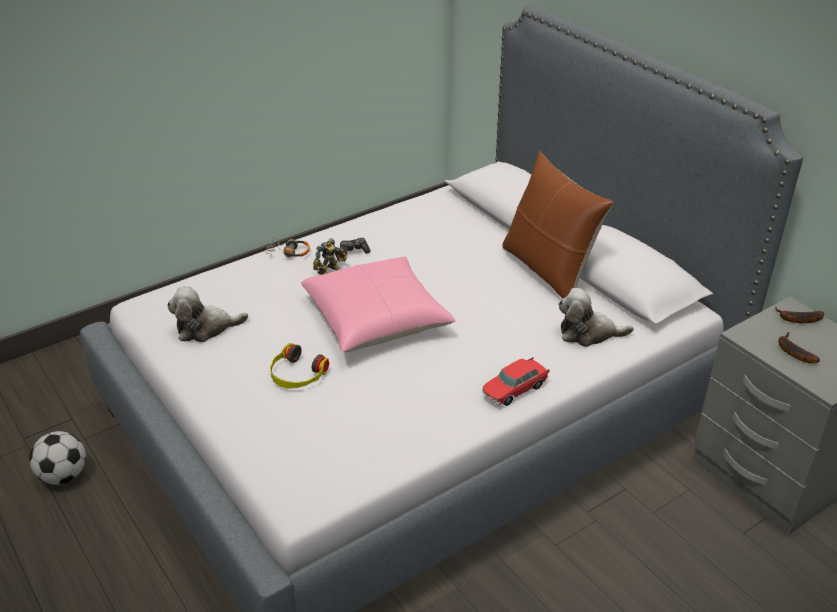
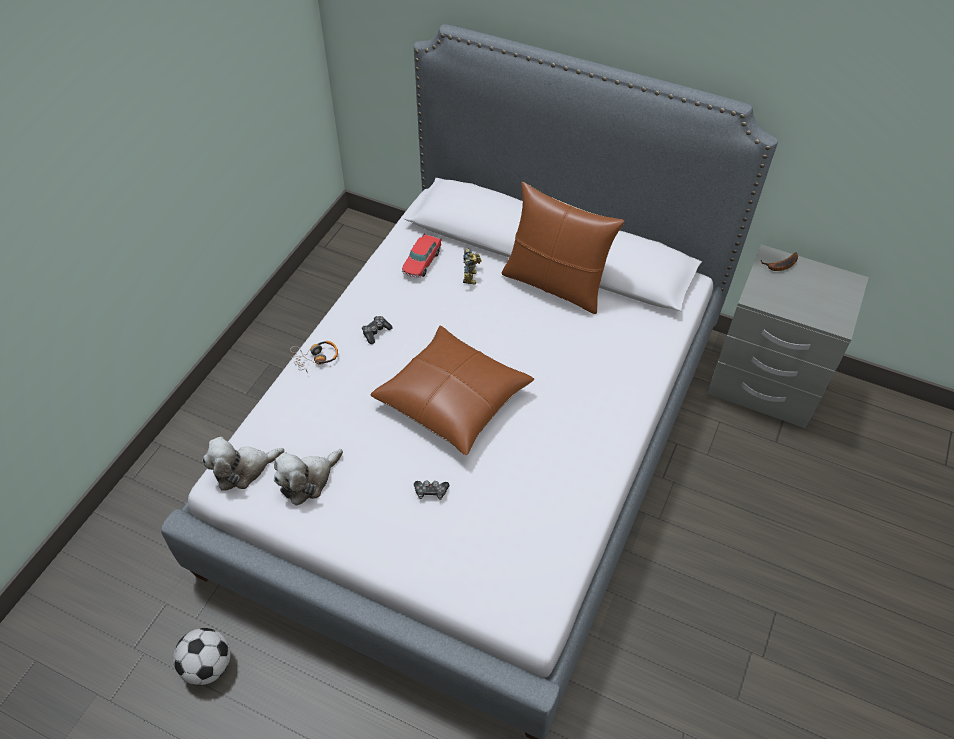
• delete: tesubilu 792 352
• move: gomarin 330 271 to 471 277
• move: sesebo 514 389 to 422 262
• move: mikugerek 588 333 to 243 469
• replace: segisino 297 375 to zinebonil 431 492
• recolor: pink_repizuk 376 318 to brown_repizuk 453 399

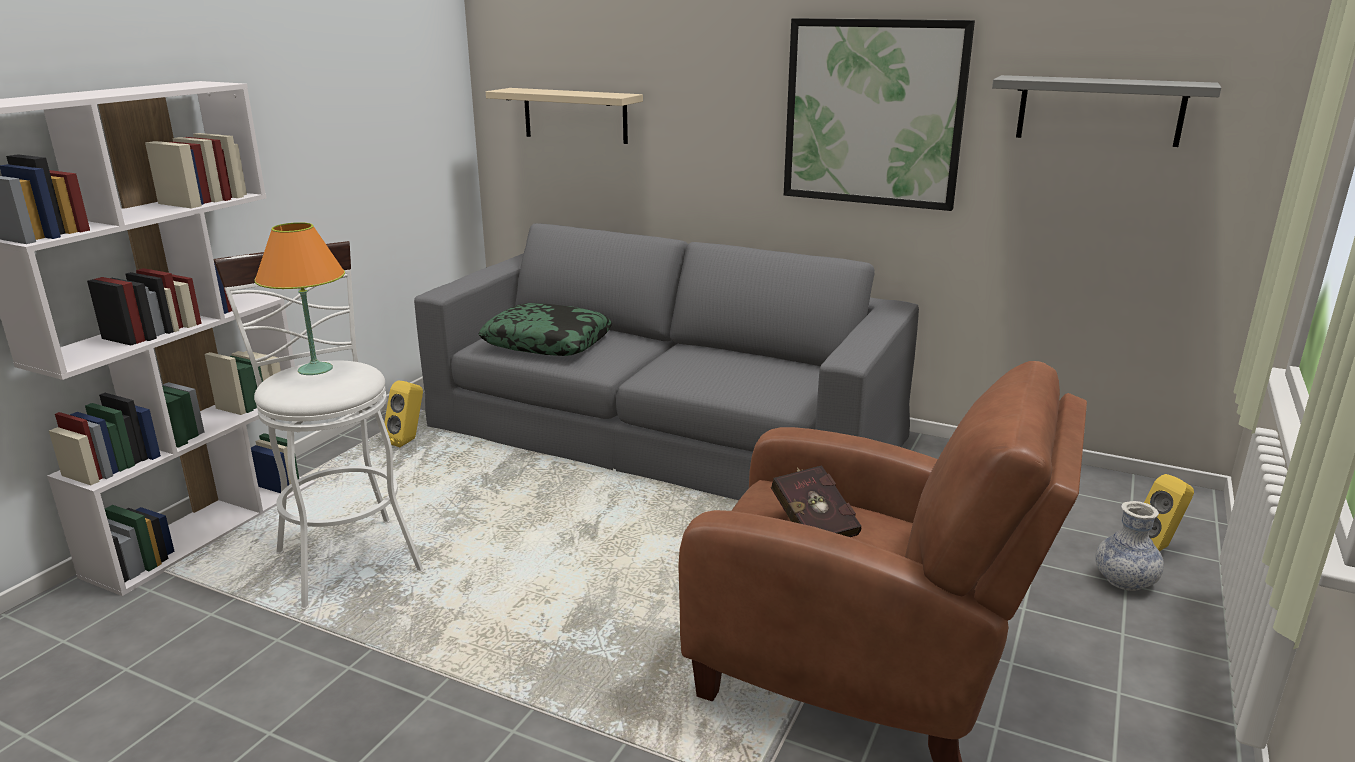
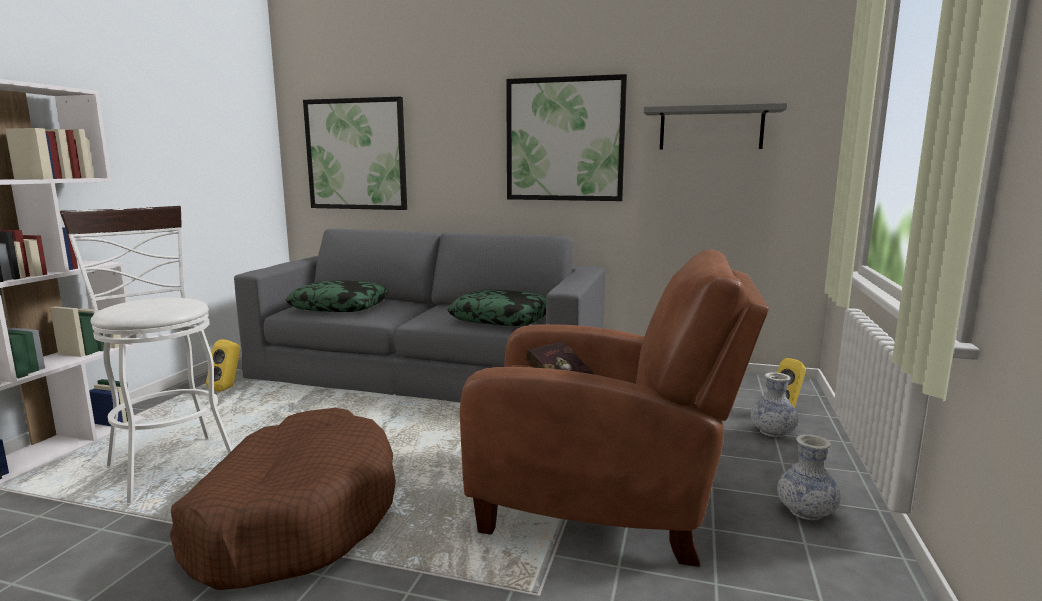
• delete: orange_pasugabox 316 369
• insert: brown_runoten 294 517
• insert: repizuk 501 318
• insert: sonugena 805 511
• replace: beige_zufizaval 575 115 to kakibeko 356 154

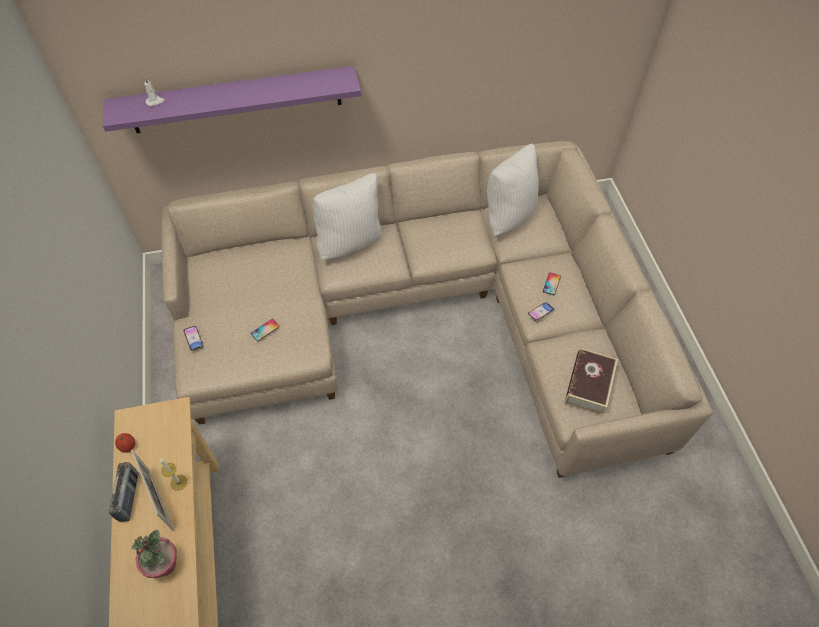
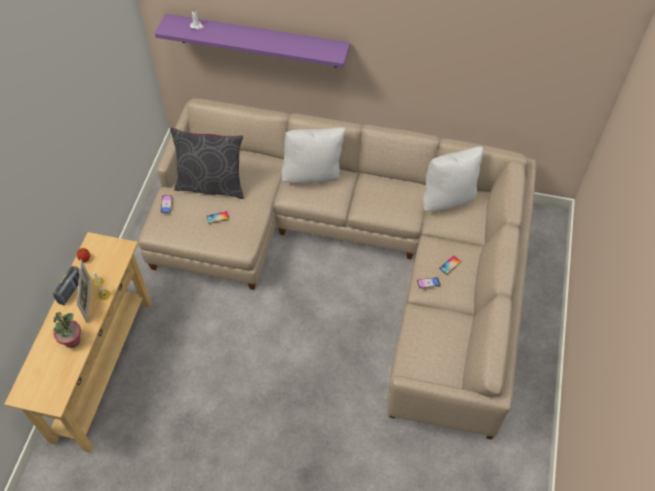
• delete: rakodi 589 385
• insert: grey_repizuk 211 185

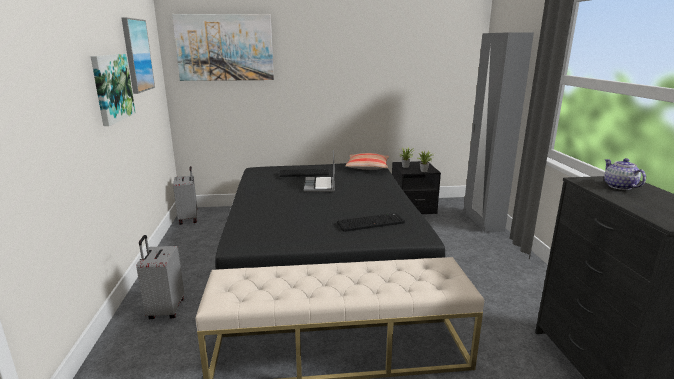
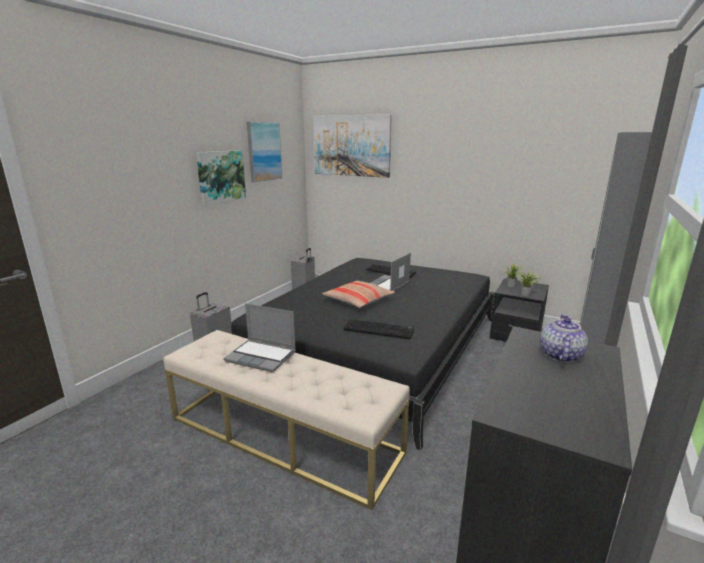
• insert: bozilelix 262 356
• move: repizuk 367 167 to 358 300

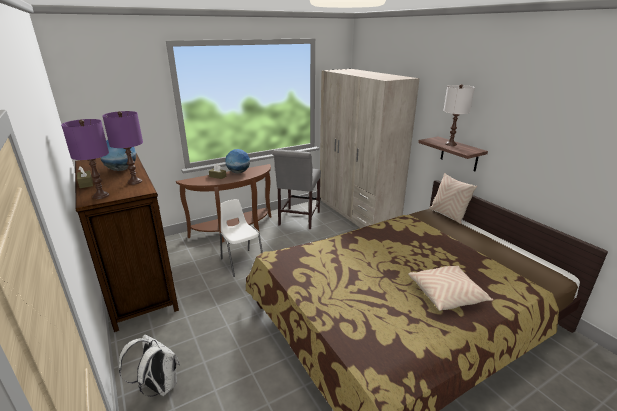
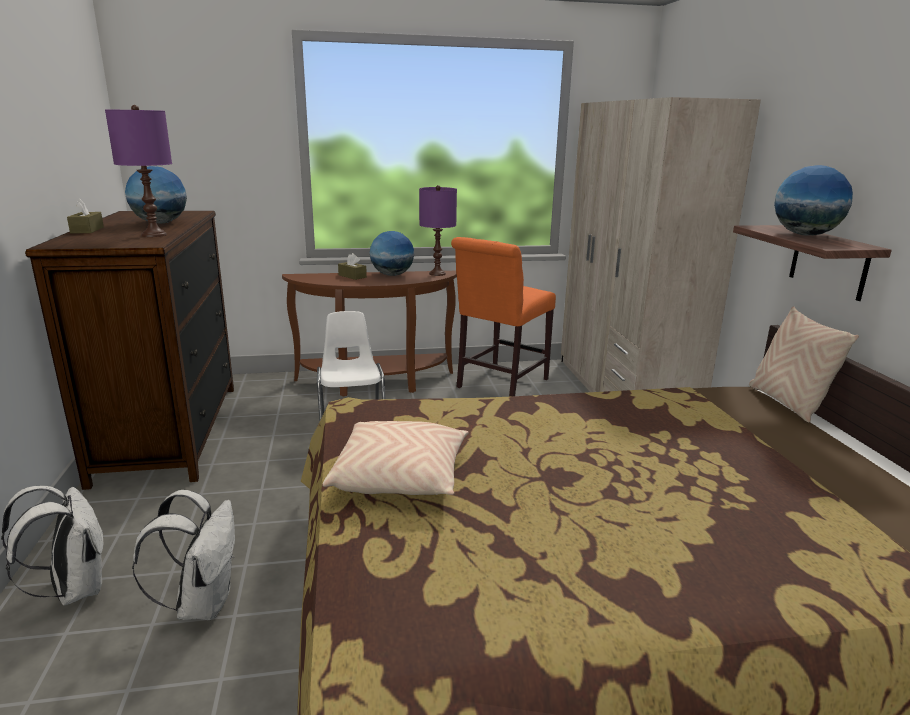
• insert: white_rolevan 203 602
• move: purple_pasugabox 101 196 to 437 273
• move: beige_repizuk 447 295 to 400 477
• replace: white_pasugabox 451 144 to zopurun 805 235
• recolor: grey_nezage 298 219 to orange_nezage 499 384

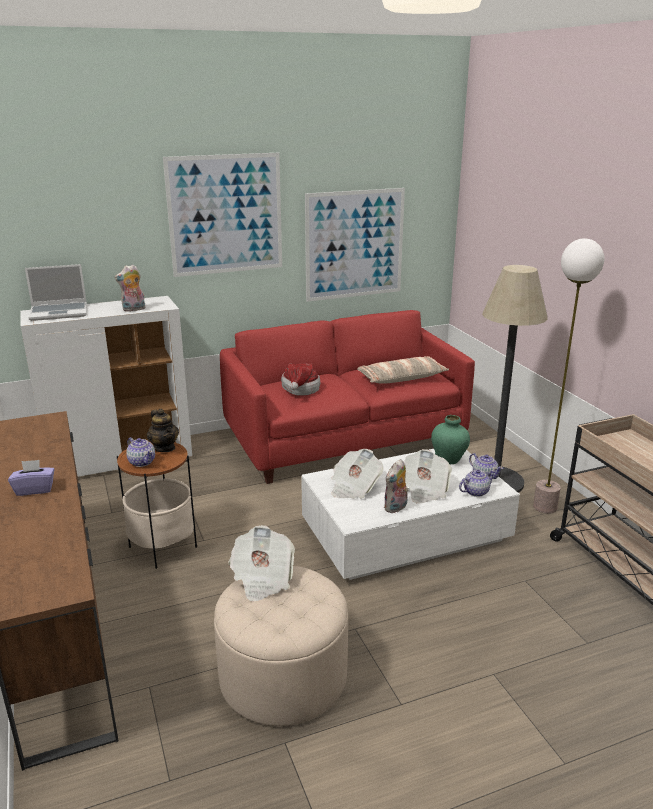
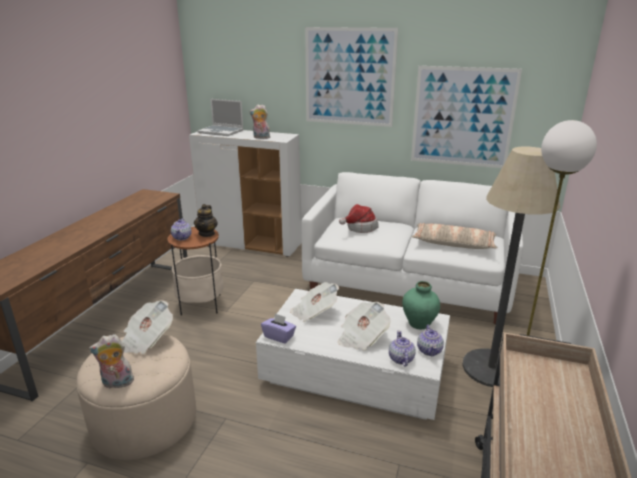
• move: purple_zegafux 35 489 to 279 336
• move: mikugerek 396 508 to 117 383
• recolor: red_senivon 344 438 to white_senivon 408 282
• rotate: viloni 475 492 = 401 359 105 degrees counterclockwise

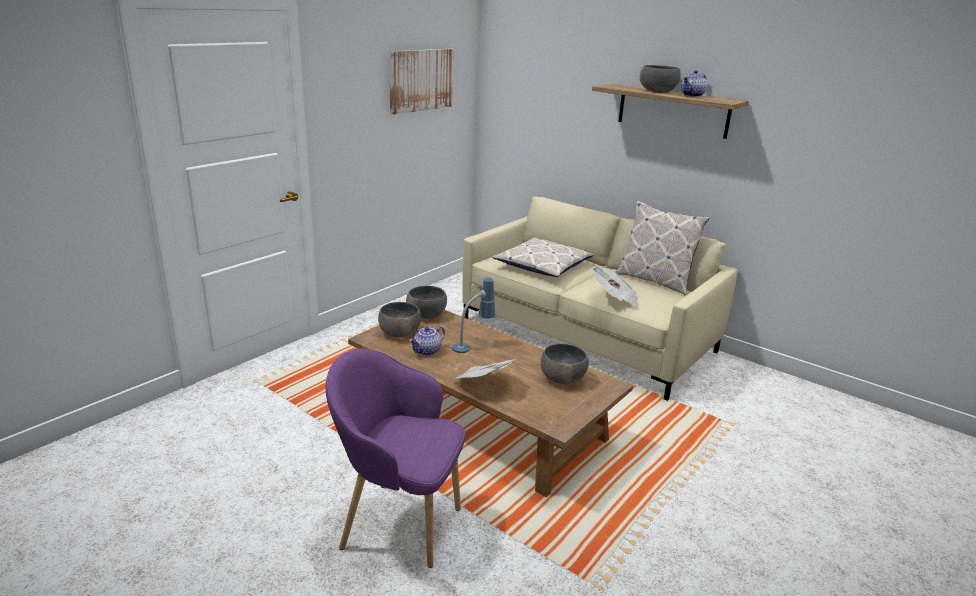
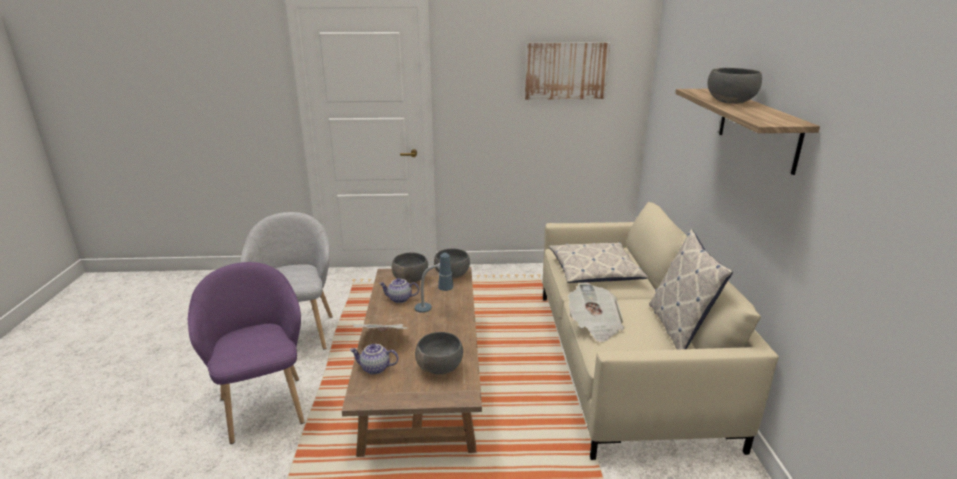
• insert: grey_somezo 299 333
• move: viloni 692 96 to 374 369

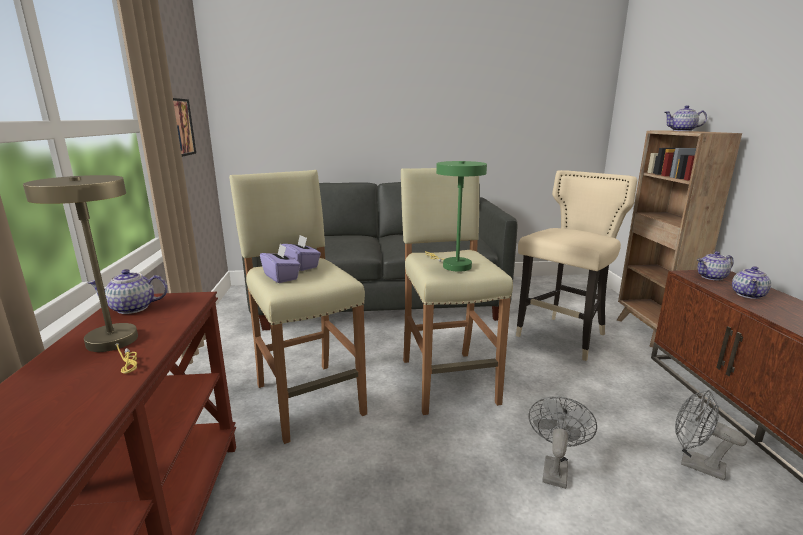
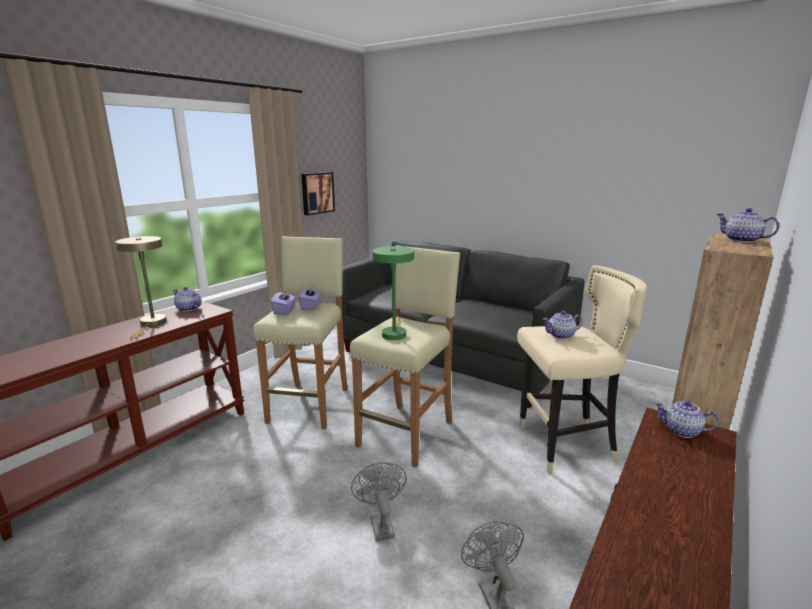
• move: viloni 748 294 to 561 335
• rotate: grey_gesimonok 555 468 = 380 524 75 degrees counterclockwise

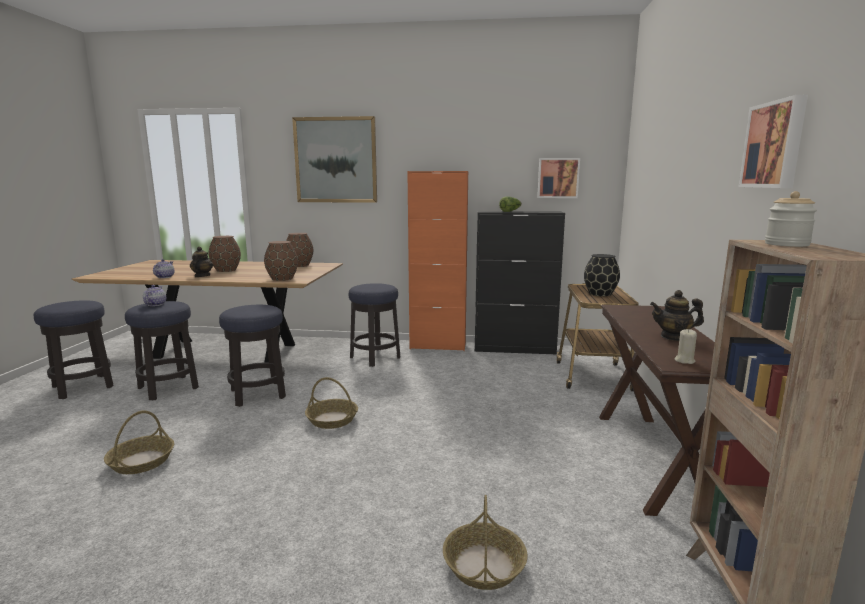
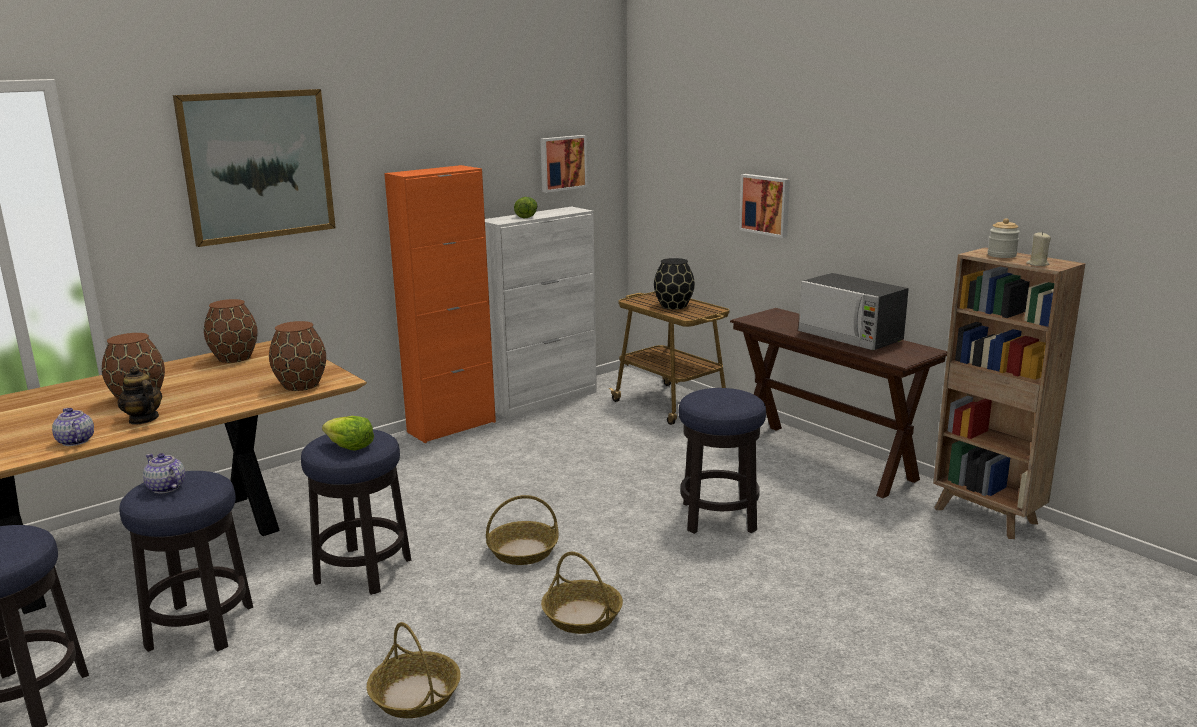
• insert: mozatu 350 447
• move: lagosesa 375 358 to 719 517
• move: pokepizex 484 565 to 582 616
• move: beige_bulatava 684 360 to 1037 264
• move: kakibeko 775 145 to 766 205
• replace: viloni 673 337 to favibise 850 337
• recolor: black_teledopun 515 349 to white_teledopun 544 400

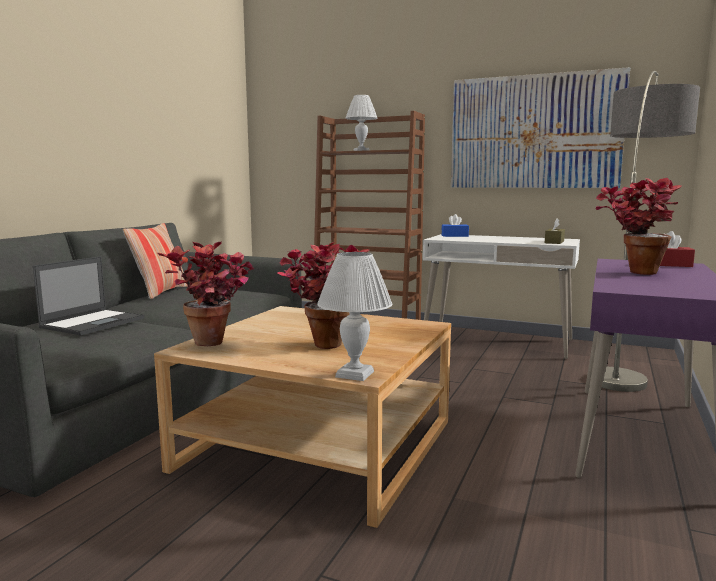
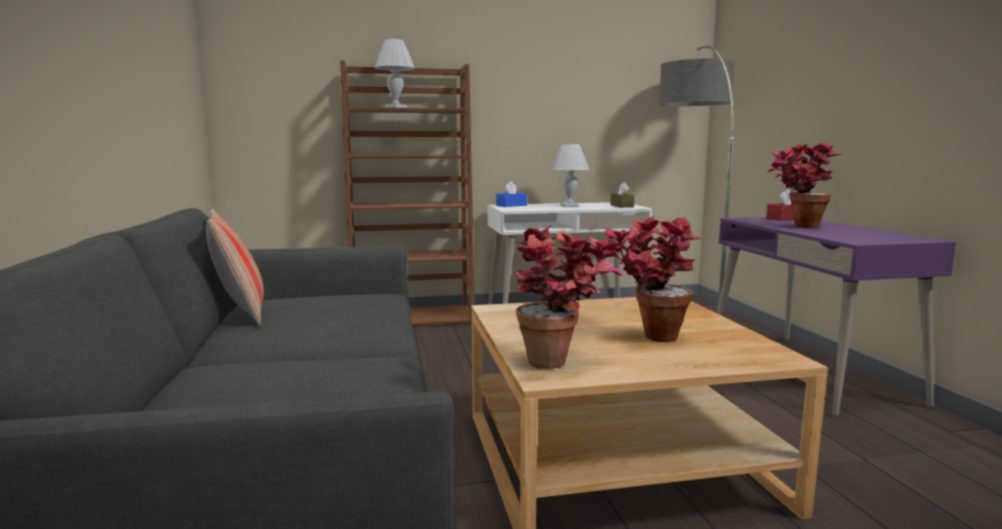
• delete: bozilelix 94 322
• delete: kakibeko 534 132
• move: white_pasugabox 356 374 to 569 206

